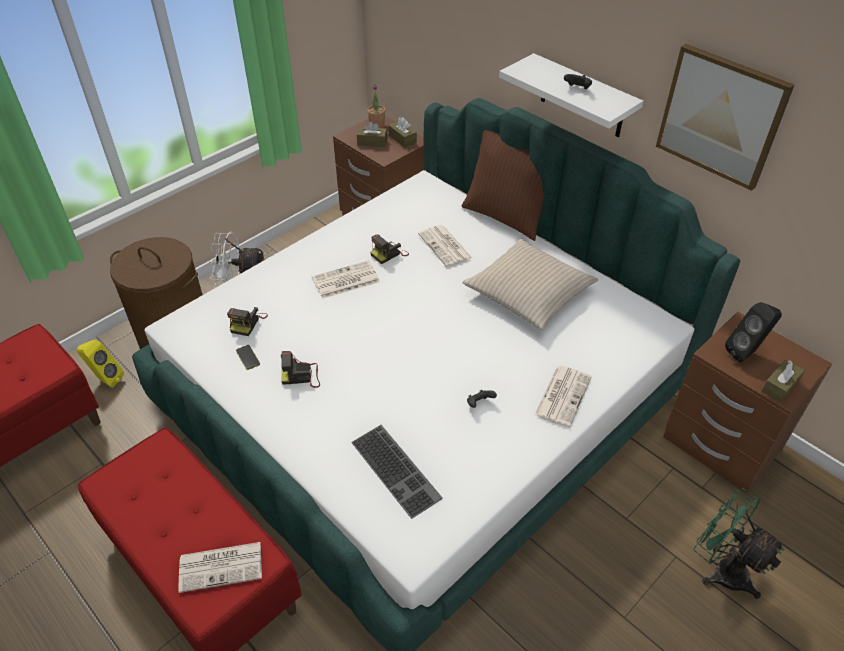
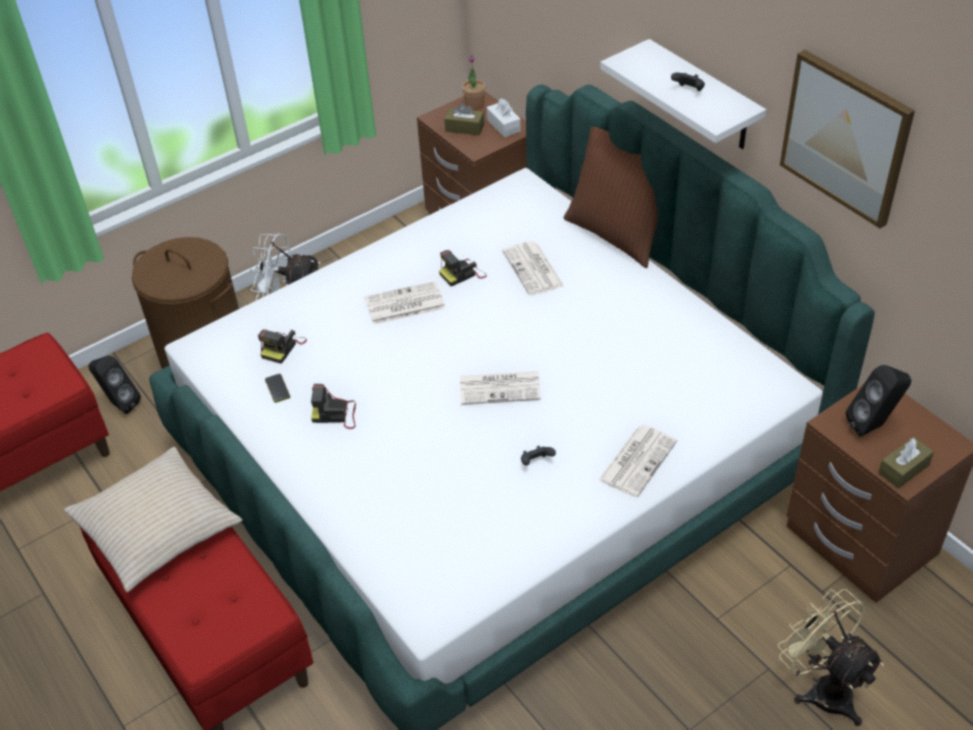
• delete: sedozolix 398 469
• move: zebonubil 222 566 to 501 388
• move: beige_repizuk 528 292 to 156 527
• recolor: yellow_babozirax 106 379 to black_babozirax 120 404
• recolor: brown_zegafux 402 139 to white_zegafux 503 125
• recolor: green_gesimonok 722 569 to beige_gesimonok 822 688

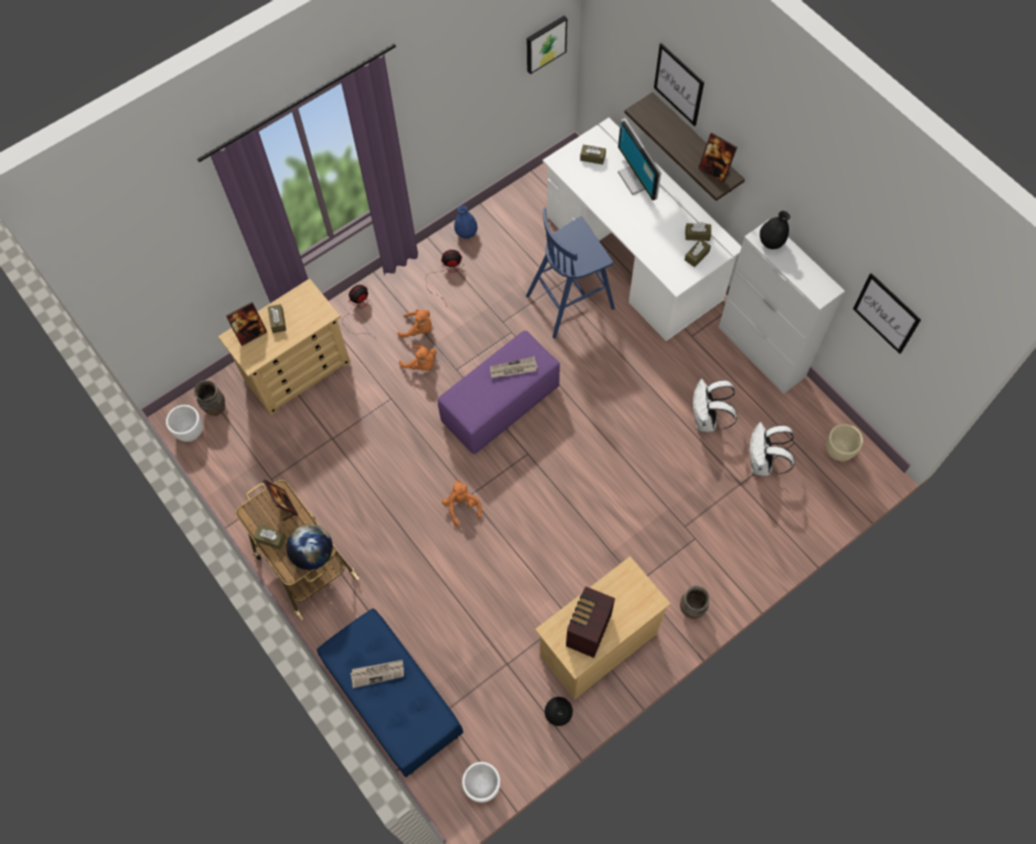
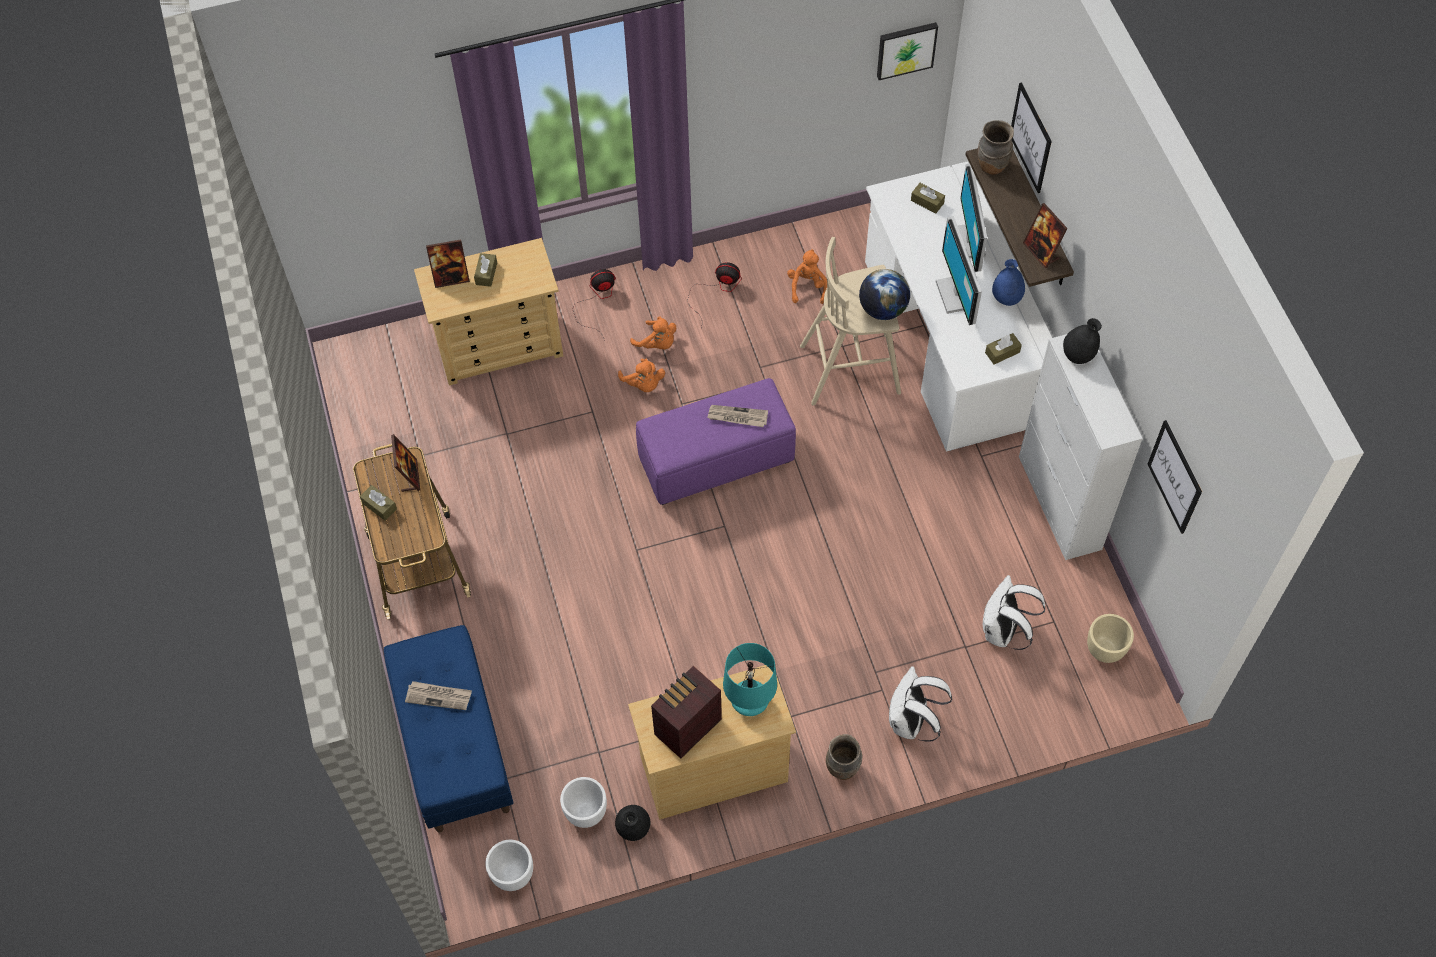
• delete: brown_zegafux 697 235
• insert: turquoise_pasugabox 749 703
• insert: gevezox 957 294
• move: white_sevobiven 191 431 to 586 812
• move: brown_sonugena 215 407 to 991 166
• move: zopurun 313 554 to 882 309
• move: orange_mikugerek 462 506 to 807 287
• move: blue_sonugena 466 233 to 1006 298
• move: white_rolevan 706 420 to 911 722
• recolor: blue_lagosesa 571 301 to beige_lagosesa 852 369

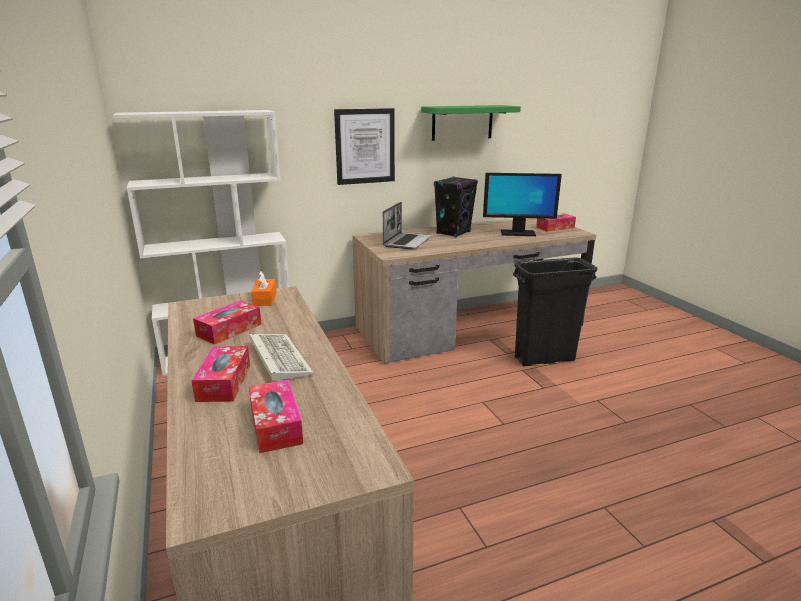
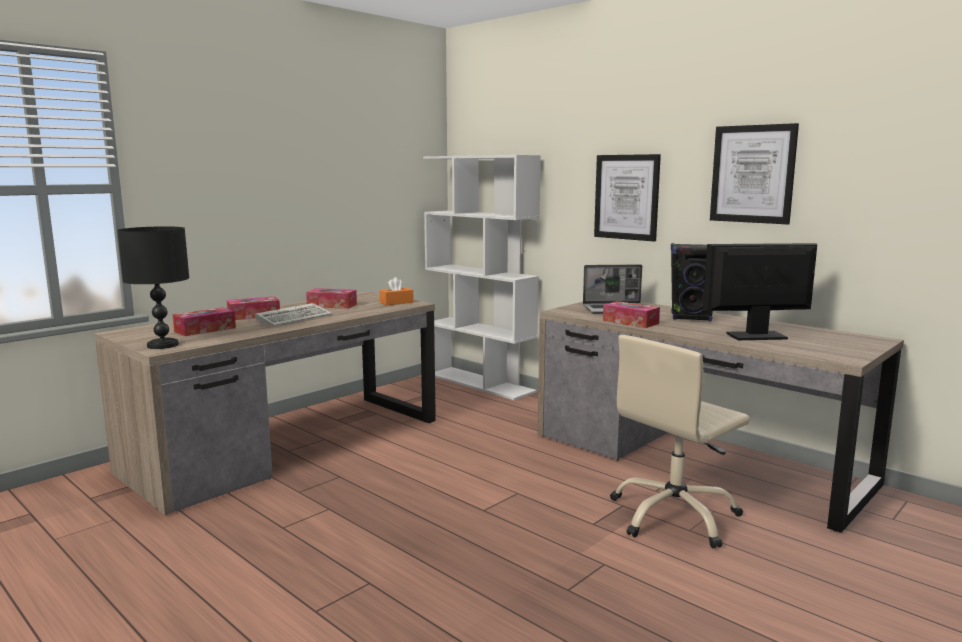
• insert: black_pasugabox 162 345
• move: zegafux 555 227 to 630 322
• replace: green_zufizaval 462 122 to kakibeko 752 174
• replace: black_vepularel 544 359 to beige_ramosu 674 516
• rotate: gevezox 517 233 = 757 336 105 degrees clockwise

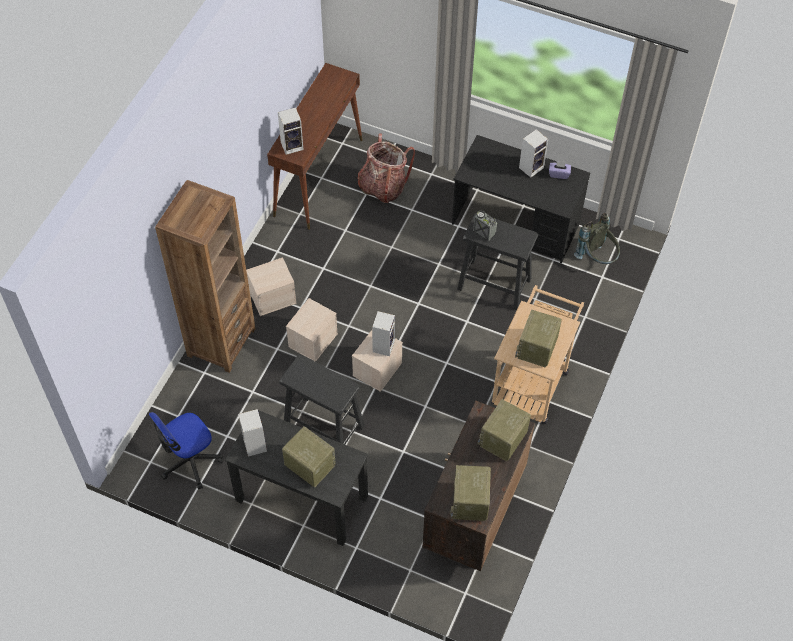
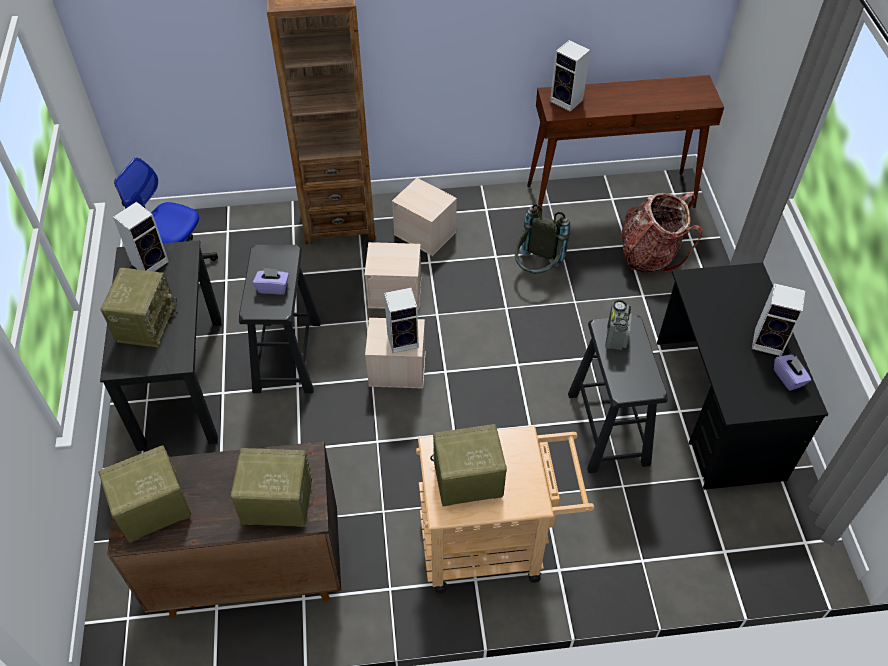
• insert: purple_zegafux 273 287
• move: grey_rolevan 597 258 to 536 269

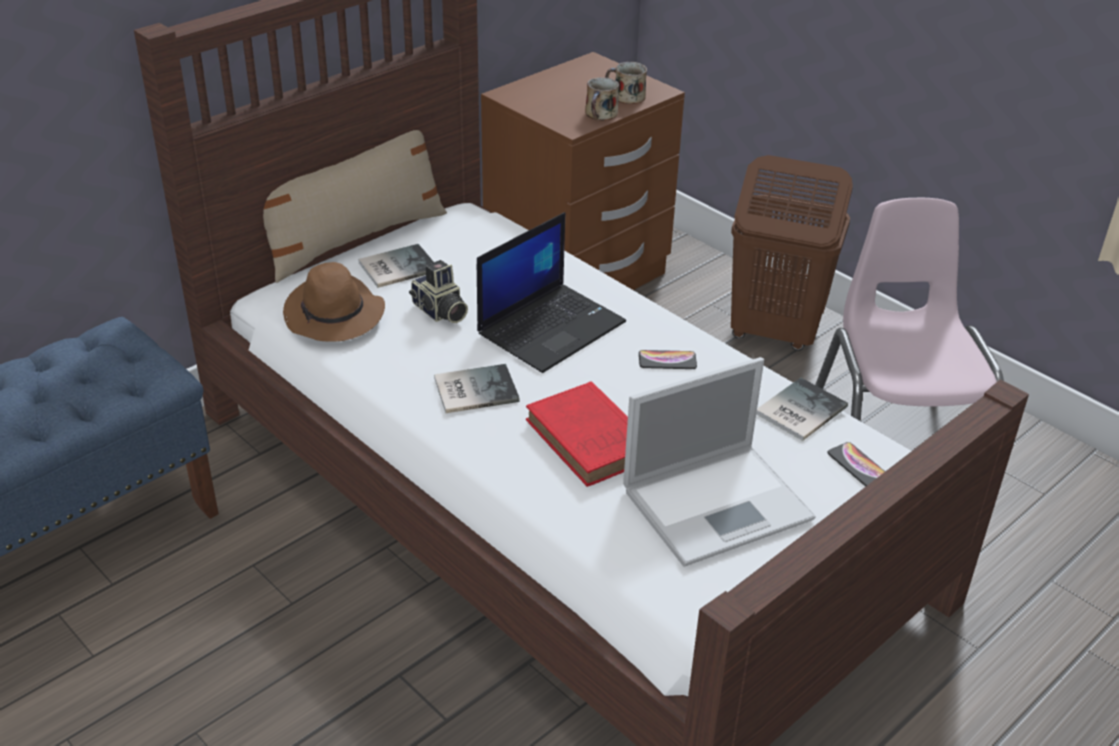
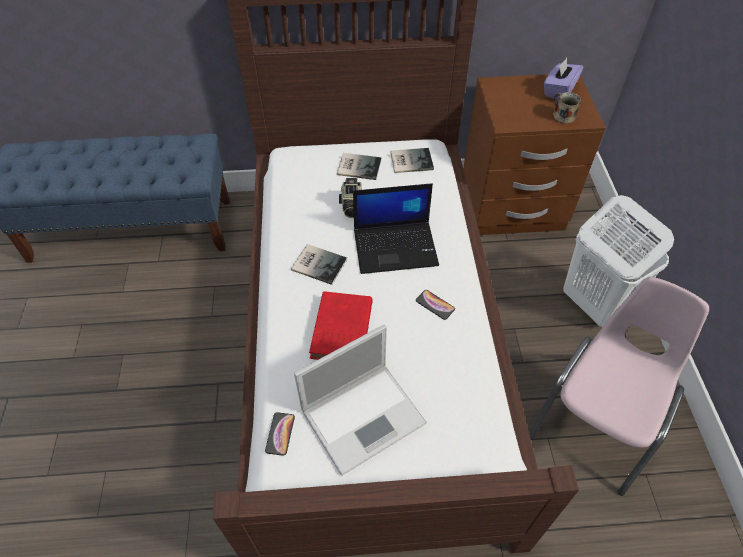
• delete: beige_repizuk 354 239
• delete: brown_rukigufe 335 316
• delete: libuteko 601 114
• insert: purple_zegafux 559 91
• move: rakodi 798 410 to 410 160
• move: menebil 858 466 to 280 434
• recolor: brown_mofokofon 773 333 to white_mofokofon 593 304
• rotate: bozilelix 720 503 = 365 415 45 degrees counterclockwise

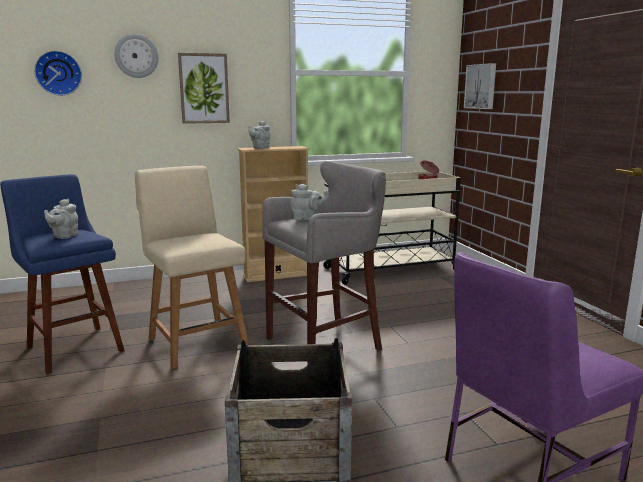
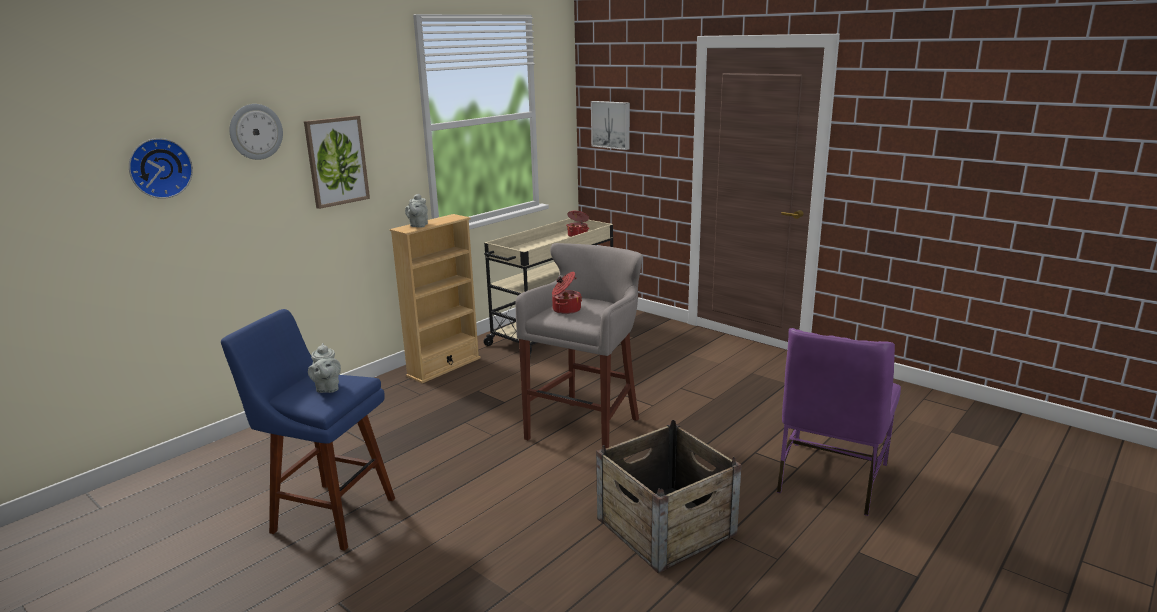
• delete: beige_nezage 196 342
• replace: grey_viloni 307 219 to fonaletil 565 309

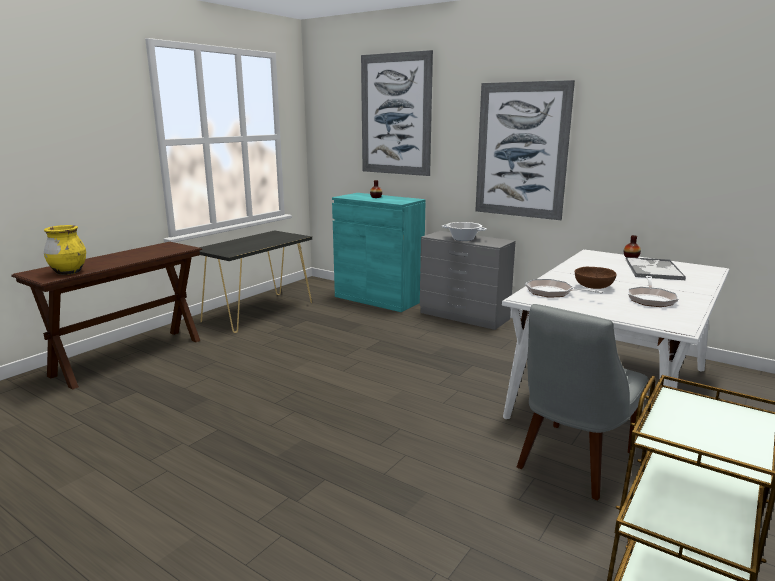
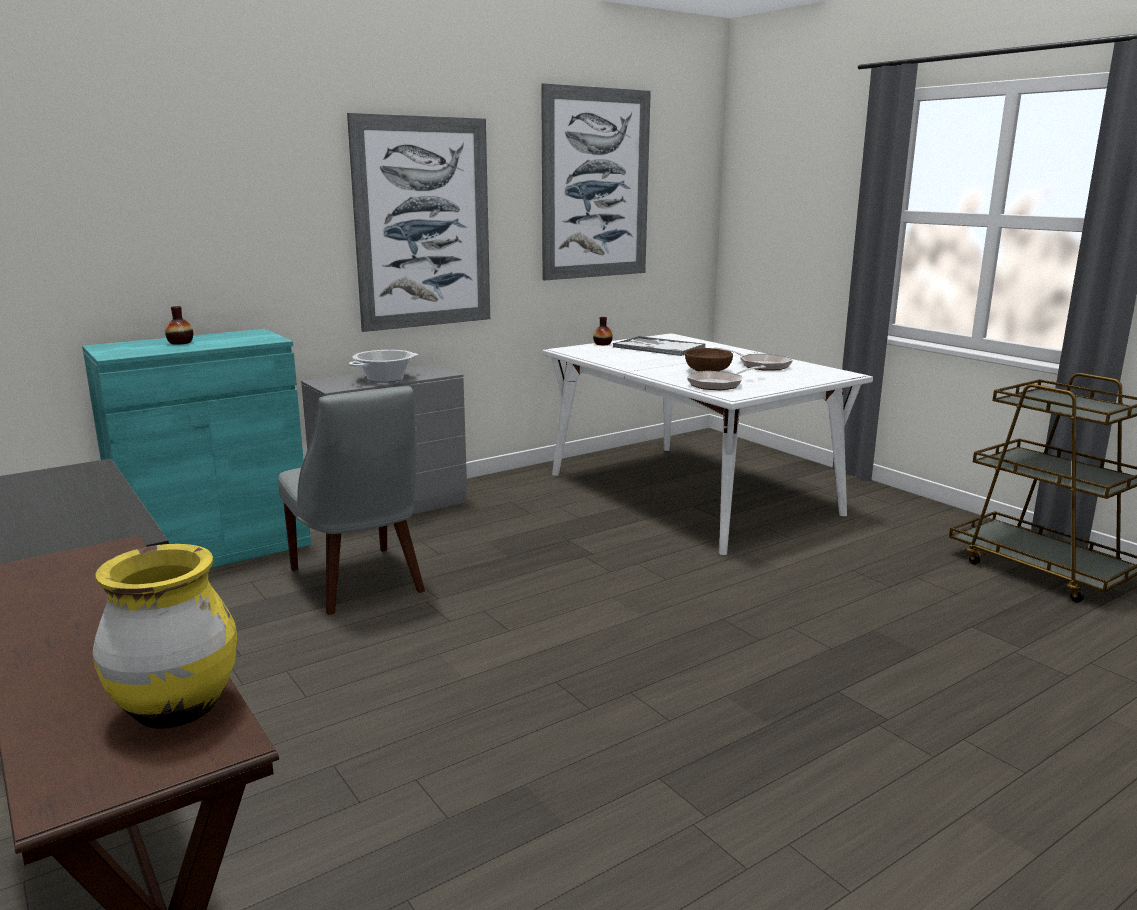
• move: kakibeko 395 115 to 595 184
• move: grey_nezage 572 462 to 359 583

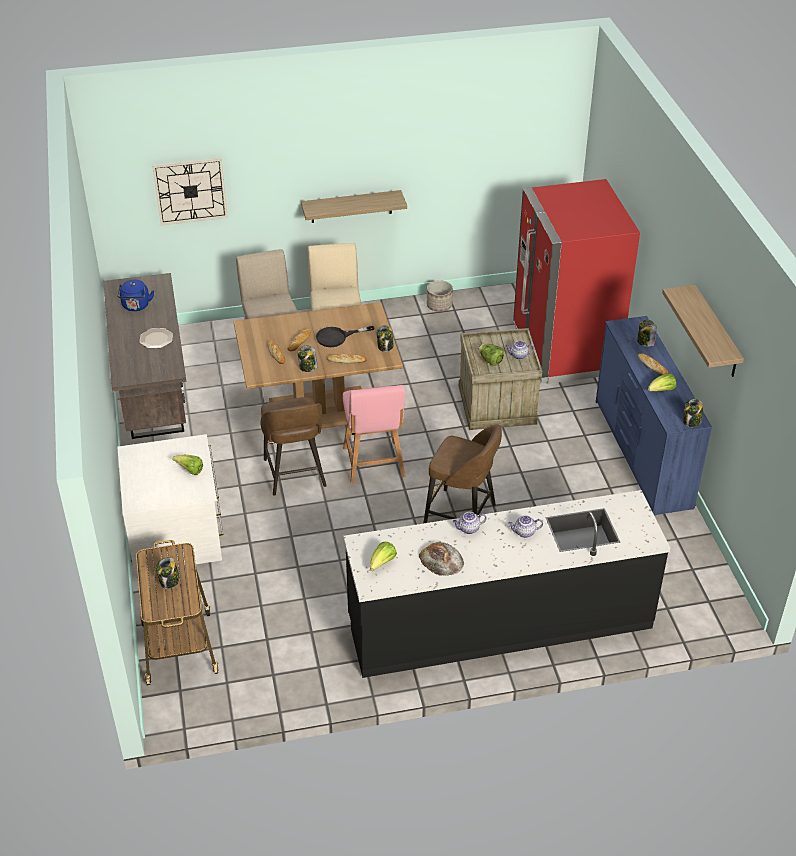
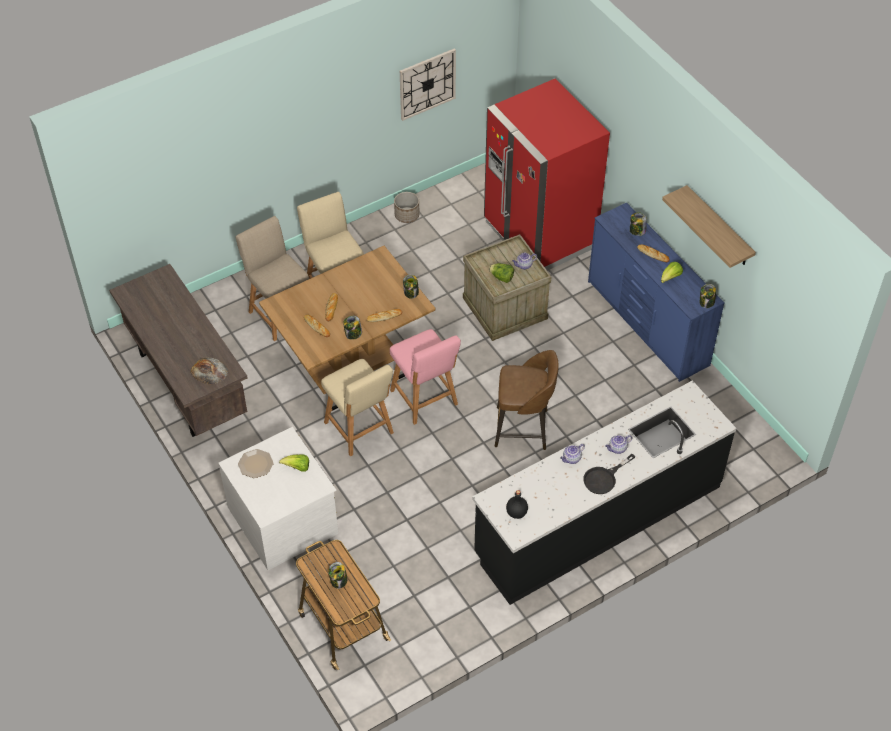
• delete: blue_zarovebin 136 306
• delete: zufizaval 351 206
• move: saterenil 156 339 to 256 464
• move: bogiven 190 191 to 427 84
• move: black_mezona 337 337 to 604 478
• move: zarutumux 441 559 to 209 371
• replace: brown_lagosesa 295 474 to beige_nezage 360 430
• replace: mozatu 382 563 to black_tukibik 516 512

